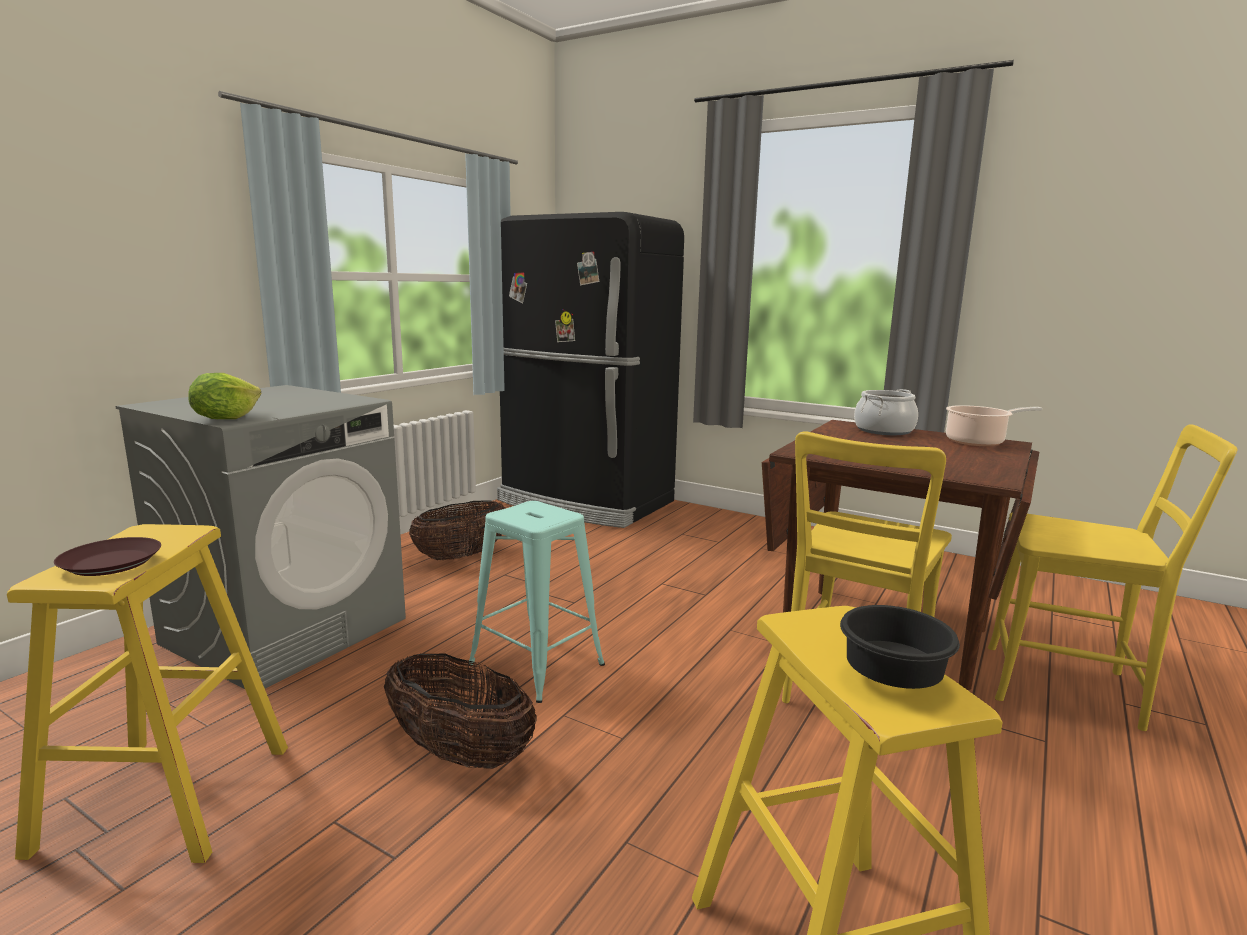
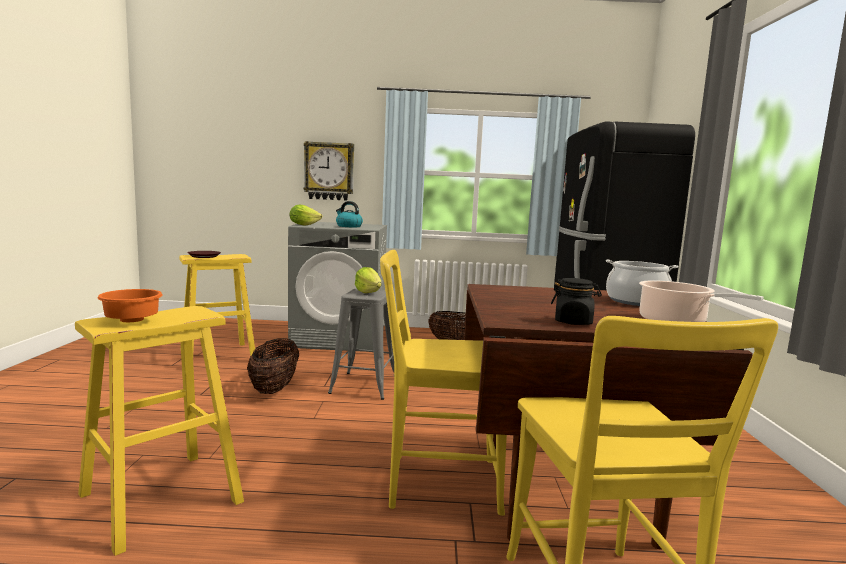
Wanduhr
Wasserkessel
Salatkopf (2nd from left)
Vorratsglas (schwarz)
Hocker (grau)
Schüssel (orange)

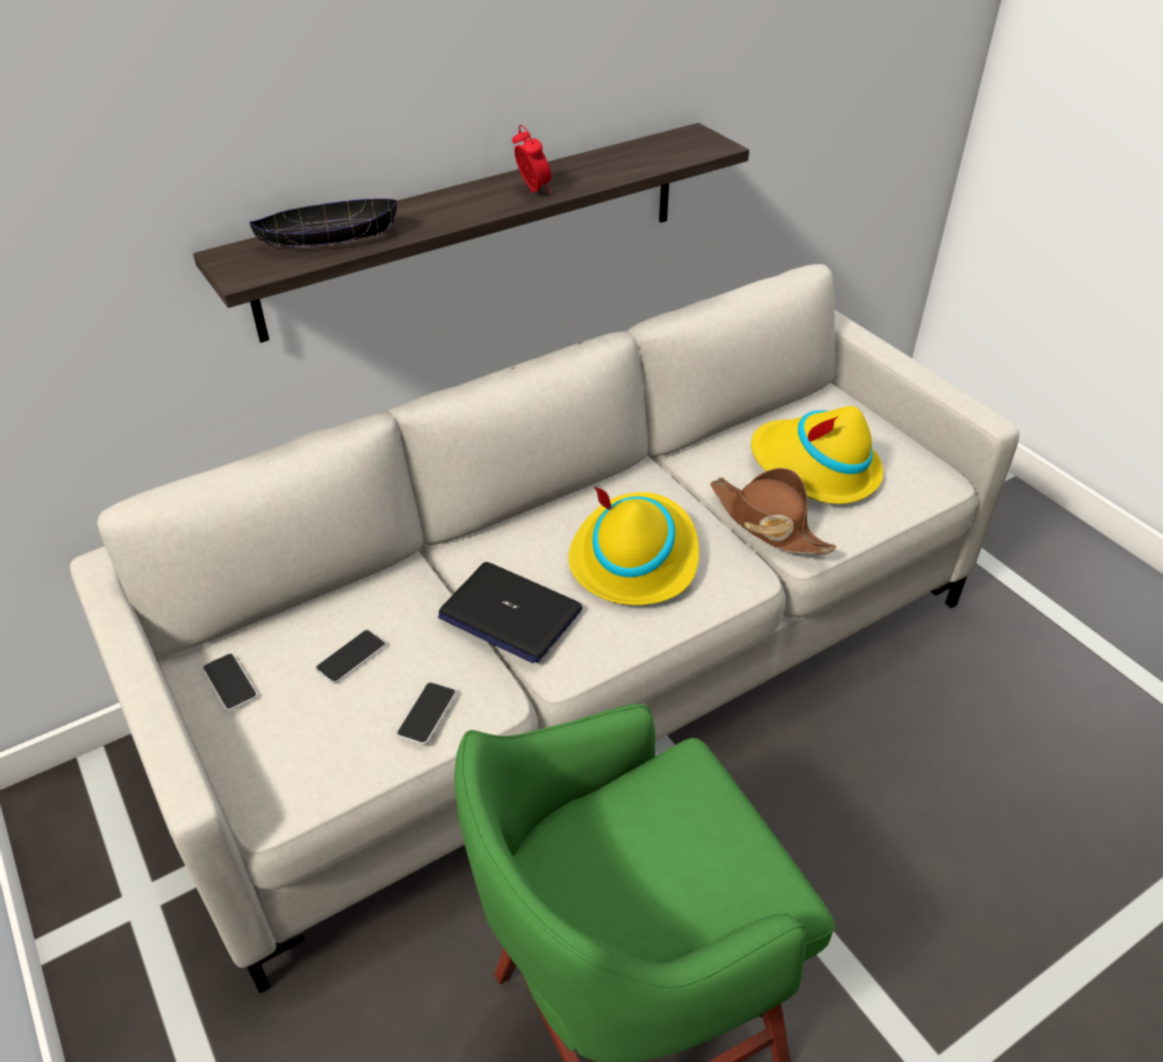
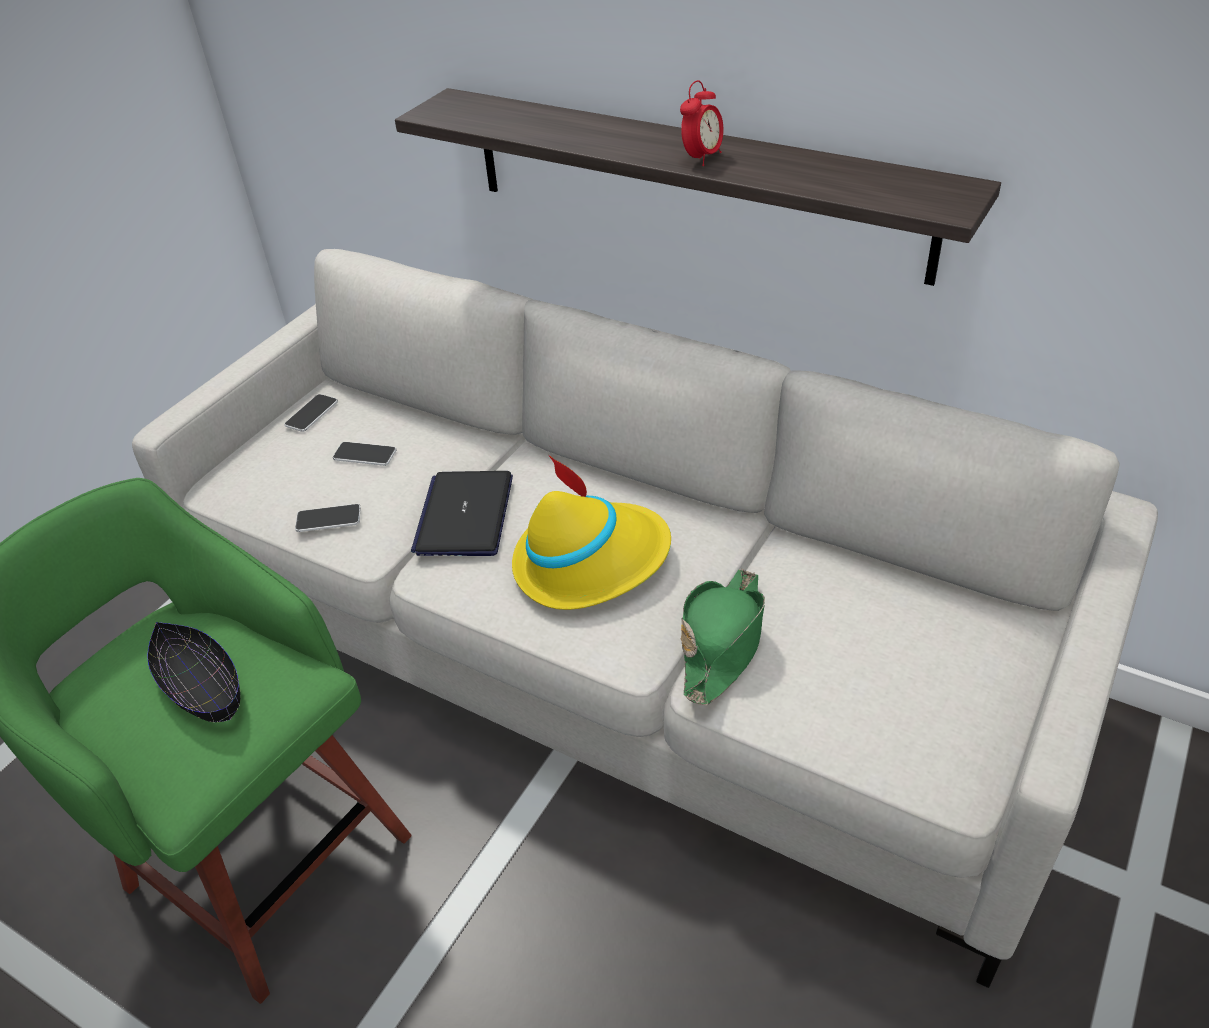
Hut (gelb) (2nd from left in the first image)
Schüssel (schwarz)
Hut (grün)

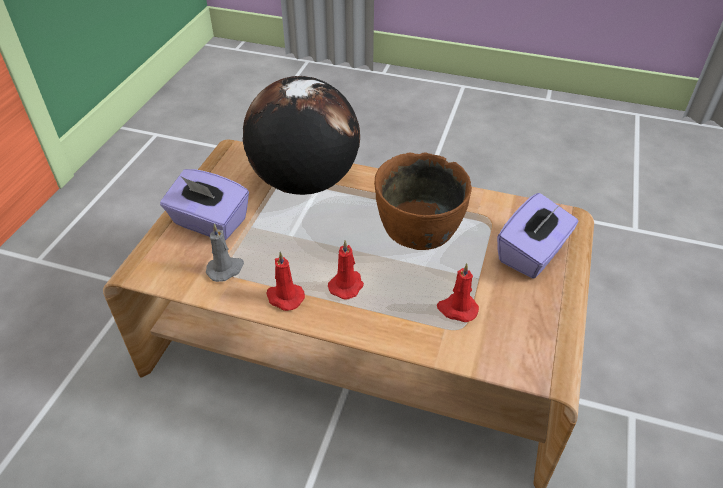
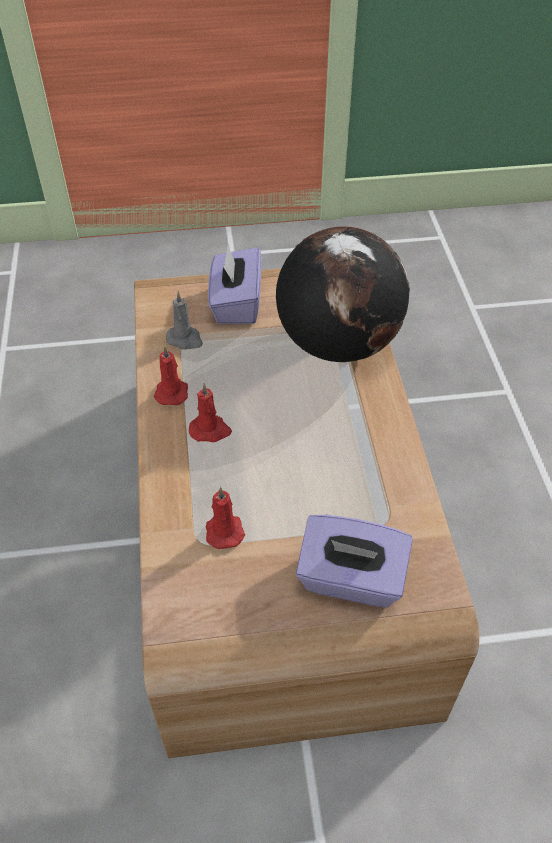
Schüssel (braun)

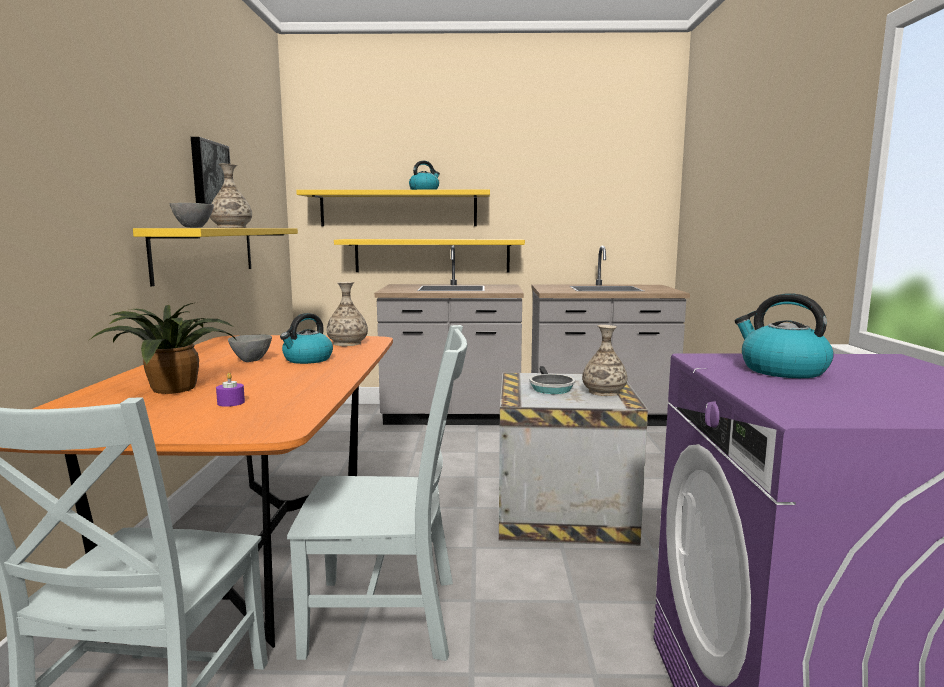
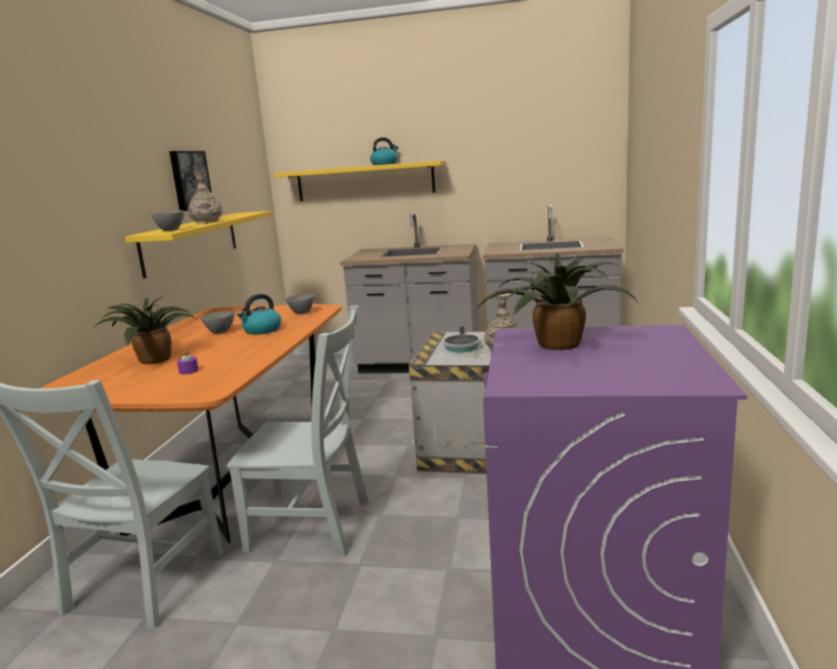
Wandregal (gelb) (3rd from left in the first image)
Schüssel (grau) (3rd from left)
Topfpflanze (2nd from left)

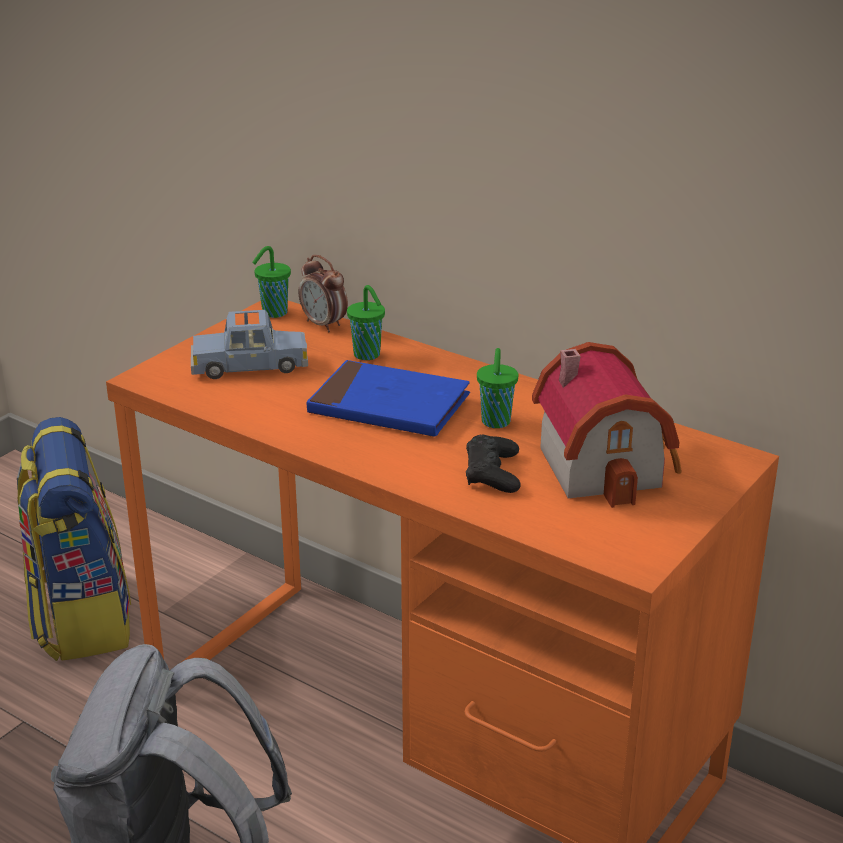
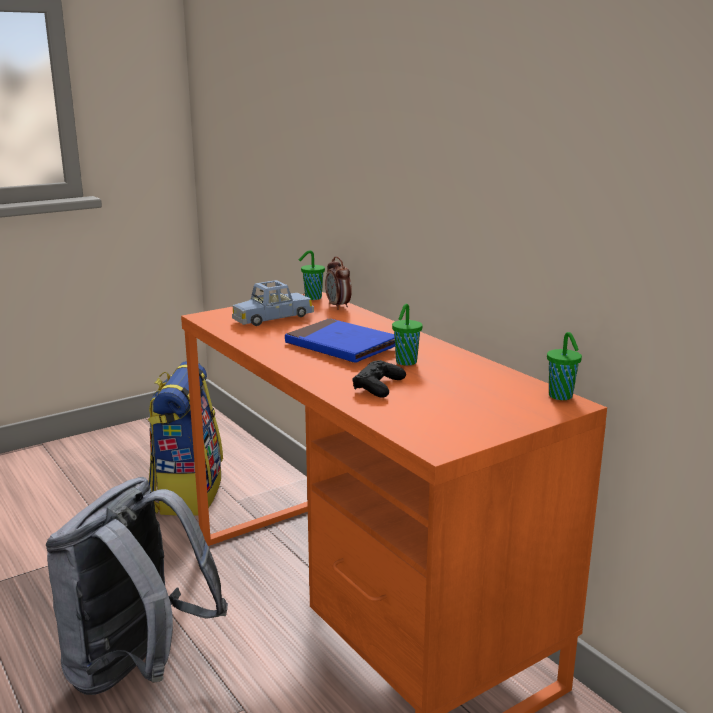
Spielzeughaus
Tasse (grün) (3rd from left)
Spielzeugauto (blau)

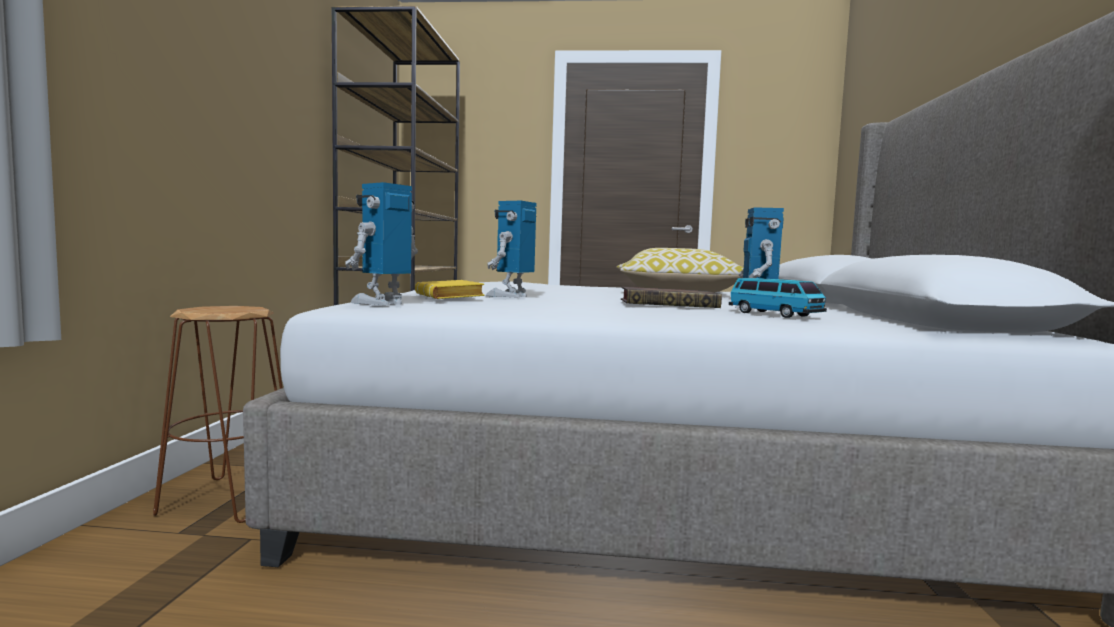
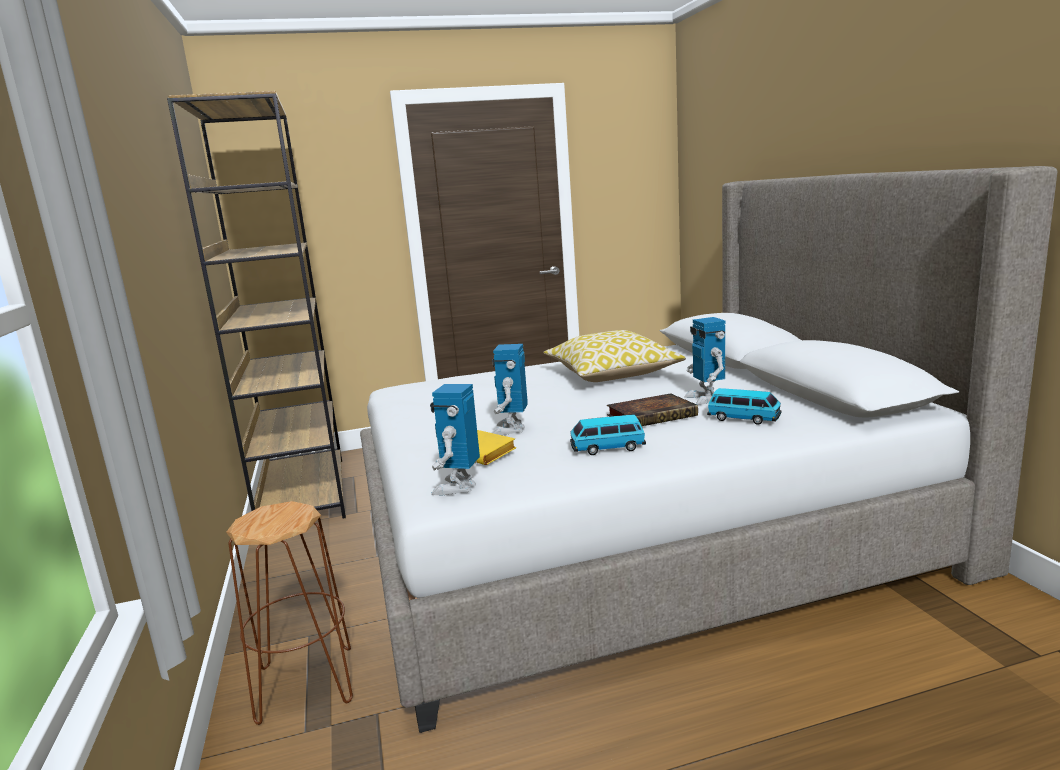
Spielzeugauto (1st from left)

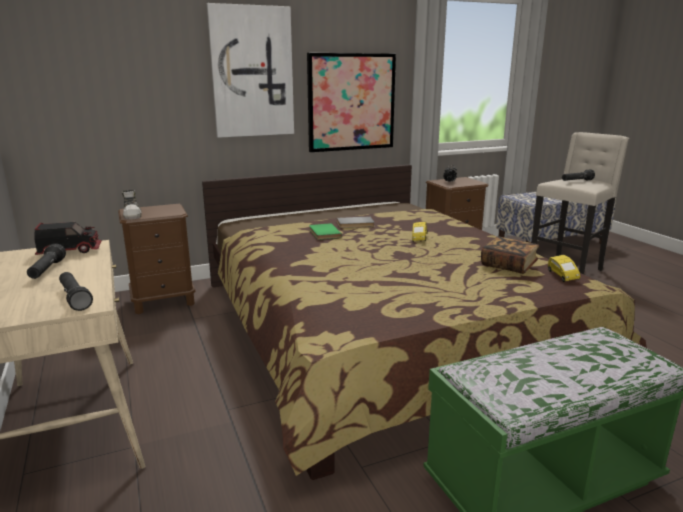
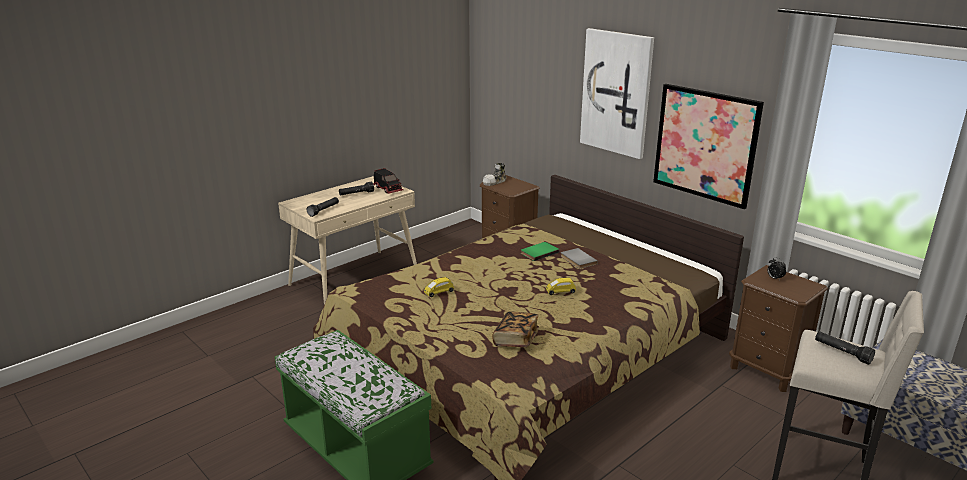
Spielzeugauto (gelb) (1st from left)

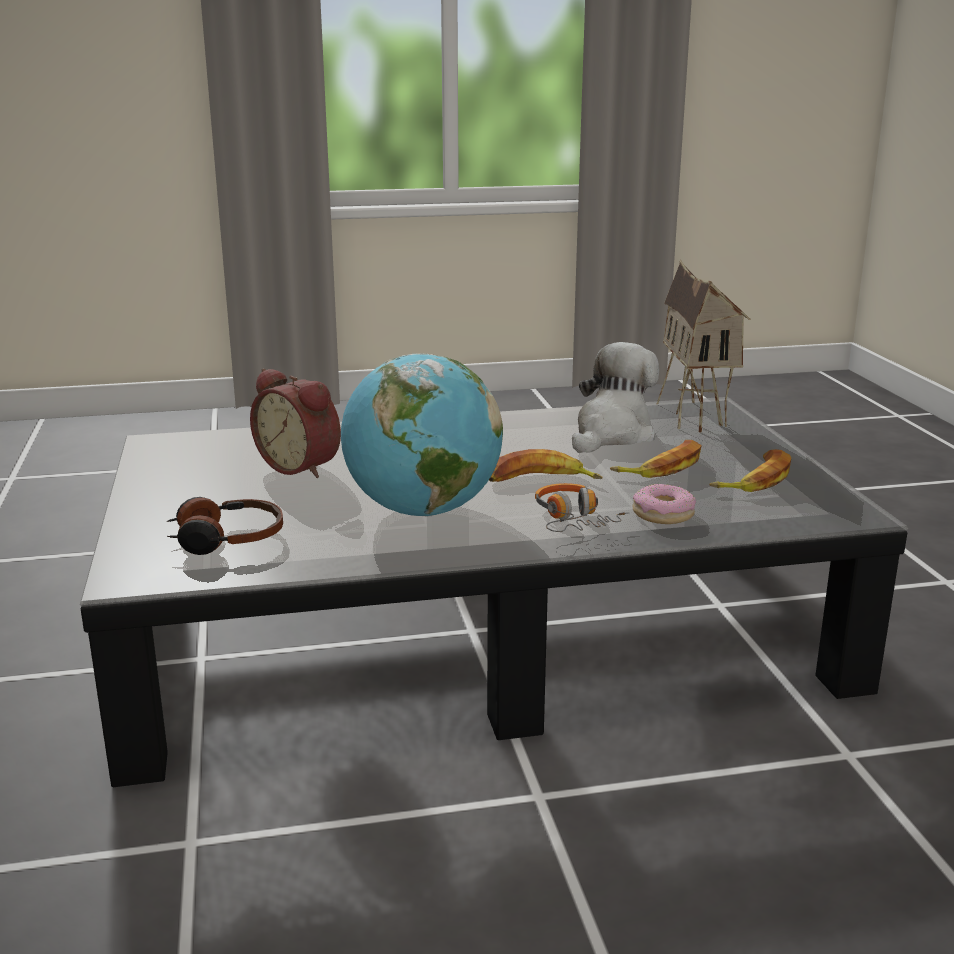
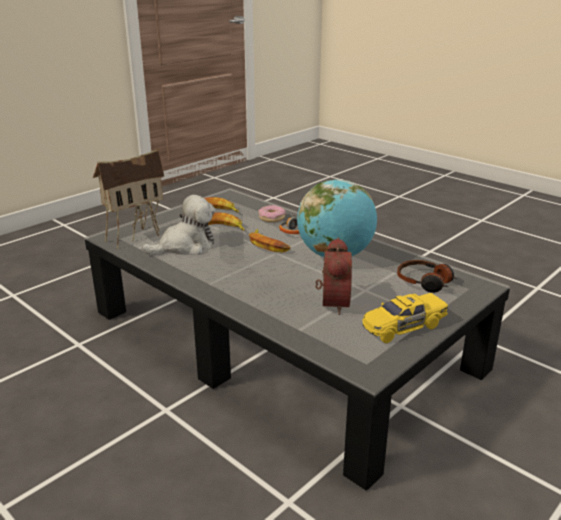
Spielzeugauto (gelb)
Plüschtier

